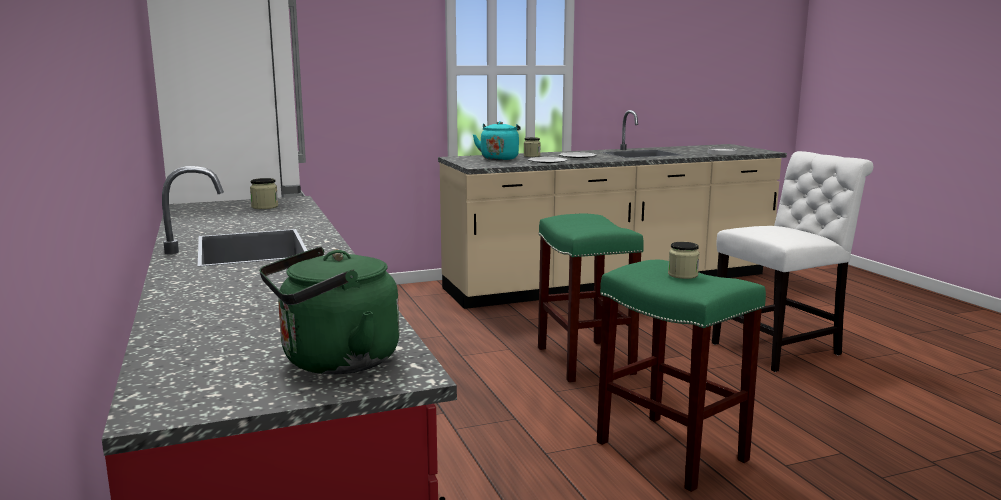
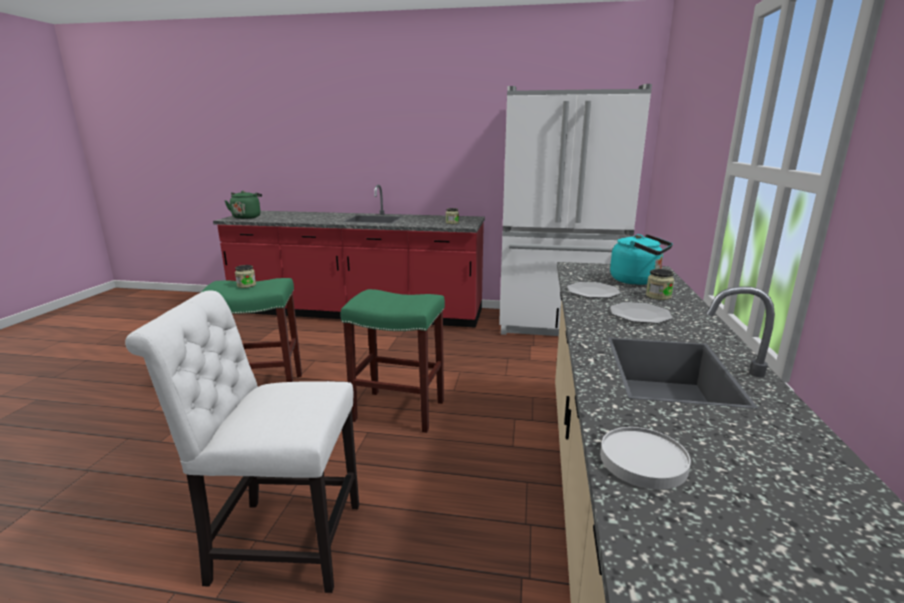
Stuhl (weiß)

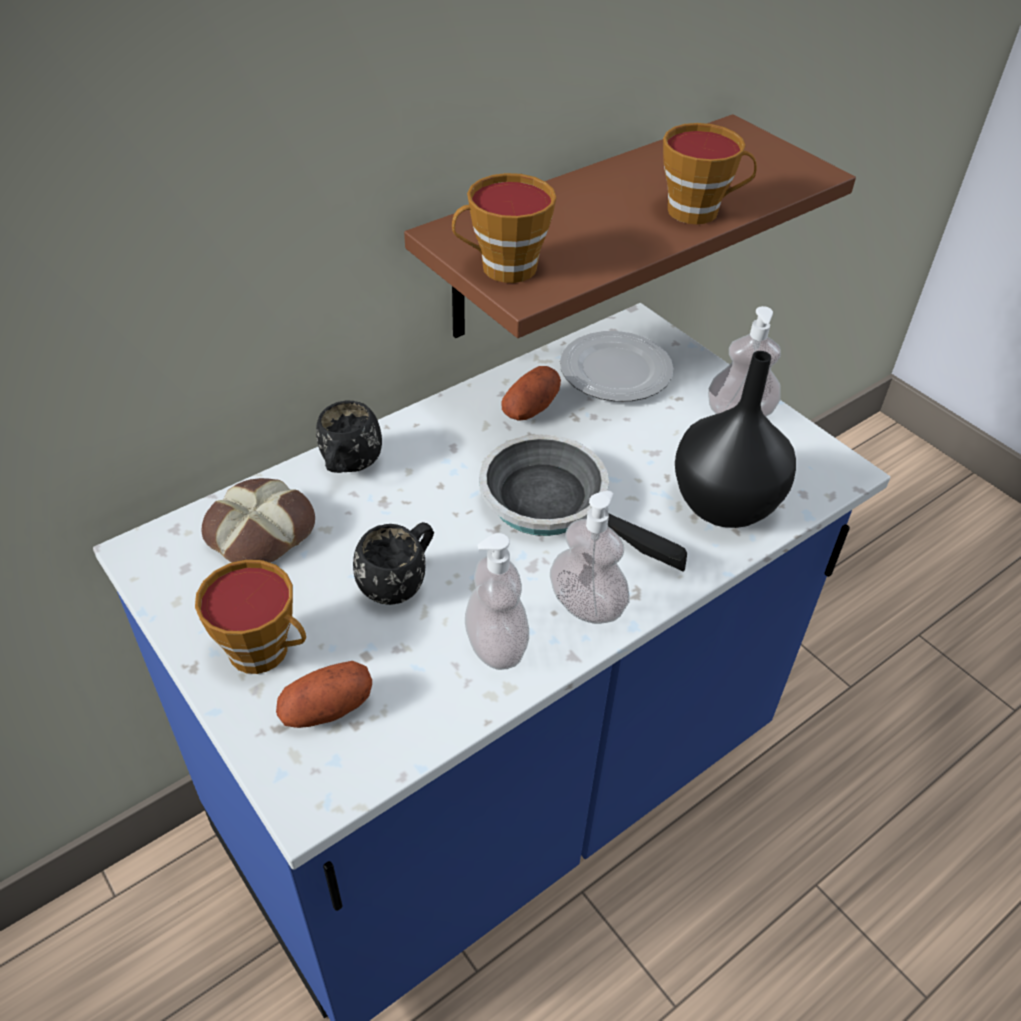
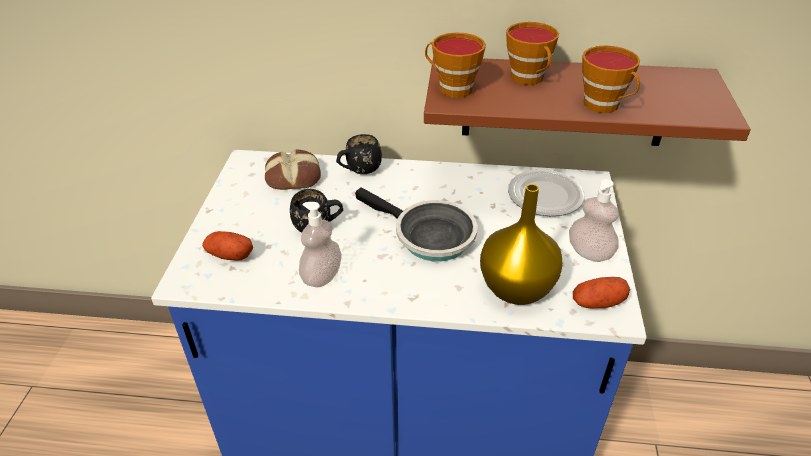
Seifenspender (2nd from left in the first image)
Tasse (2nd from left)
Kartoffel (2nd from left)
Vase (gelb)
Pfanne

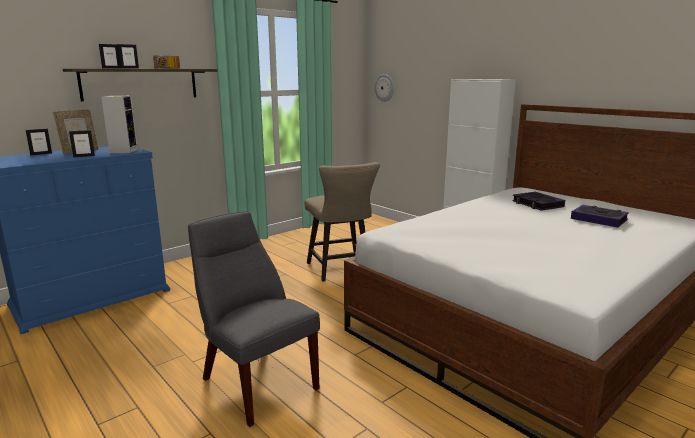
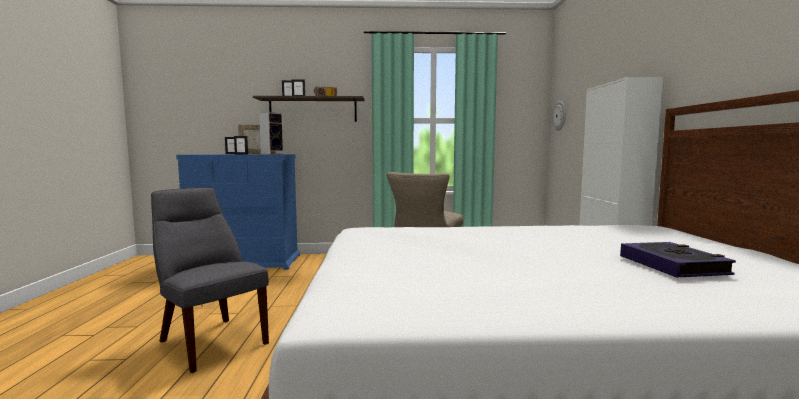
Buch (1st from left in the first image)
Stuhl (grau)

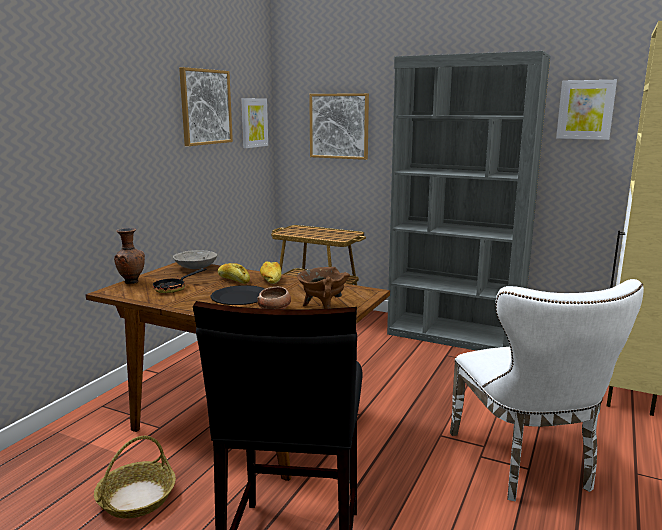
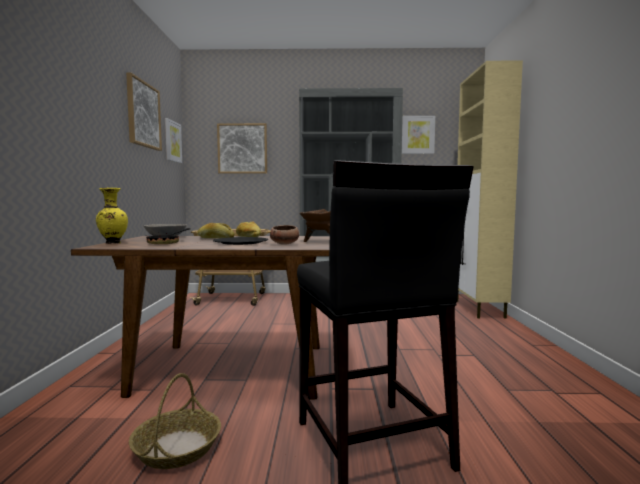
Stuhl (weiß)
Vase (gelb)

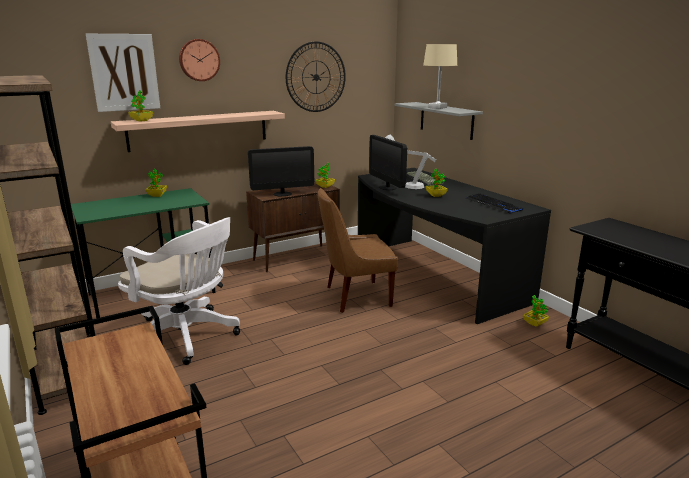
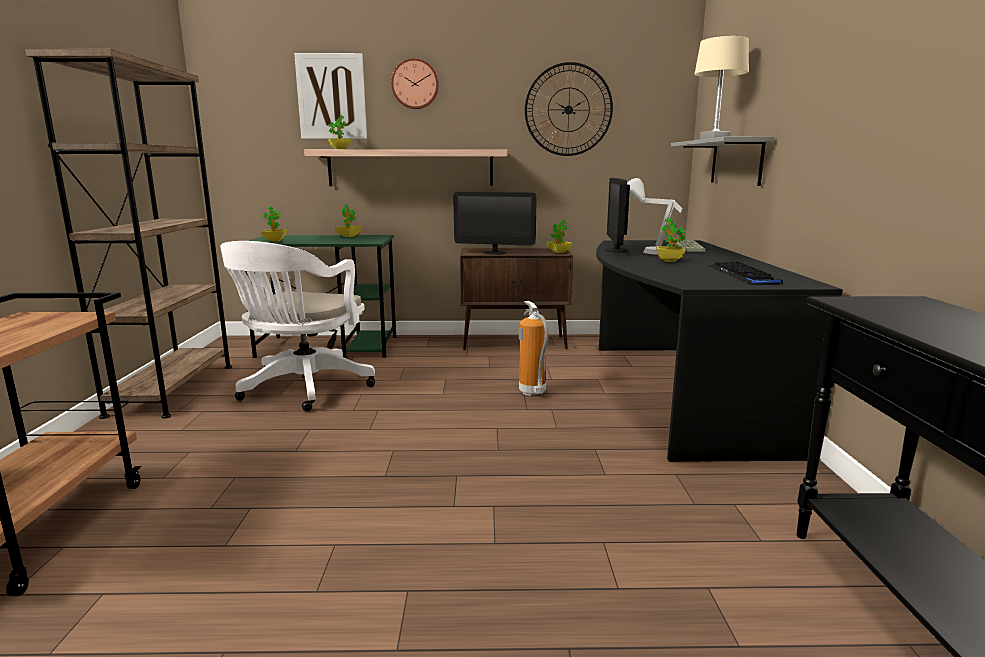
Topfpflanze (1st from left)
Feuerlöscher
Bürostuhl (weiß)

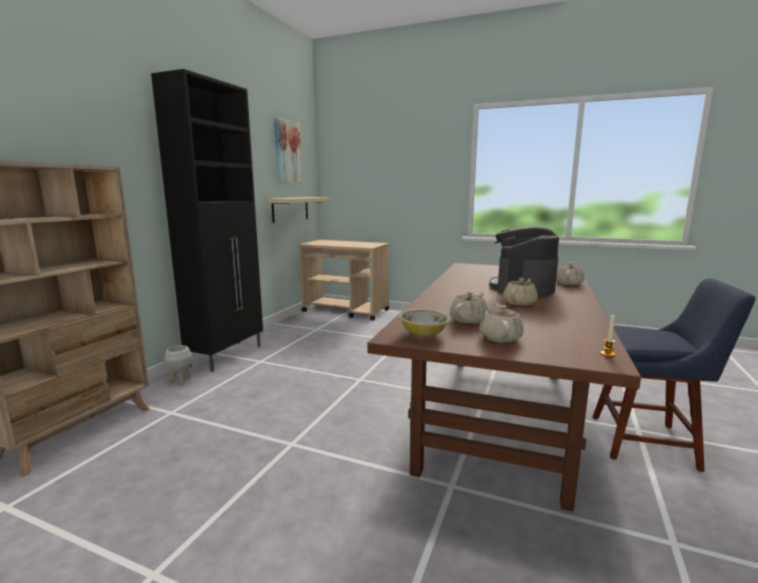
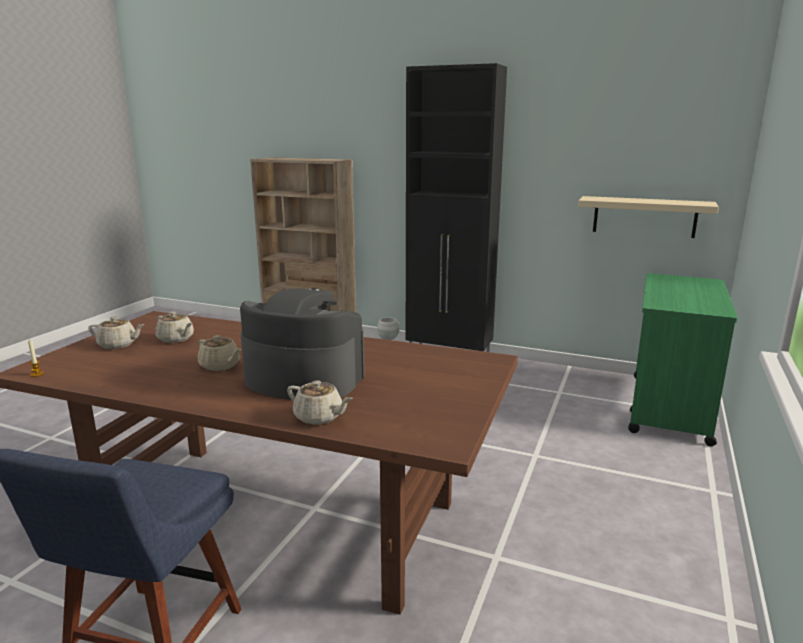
Bild
Schüssel
Rollwagen (grün)

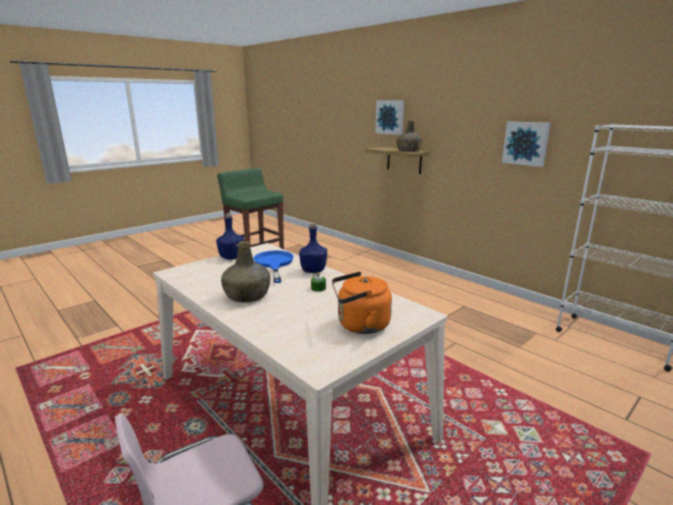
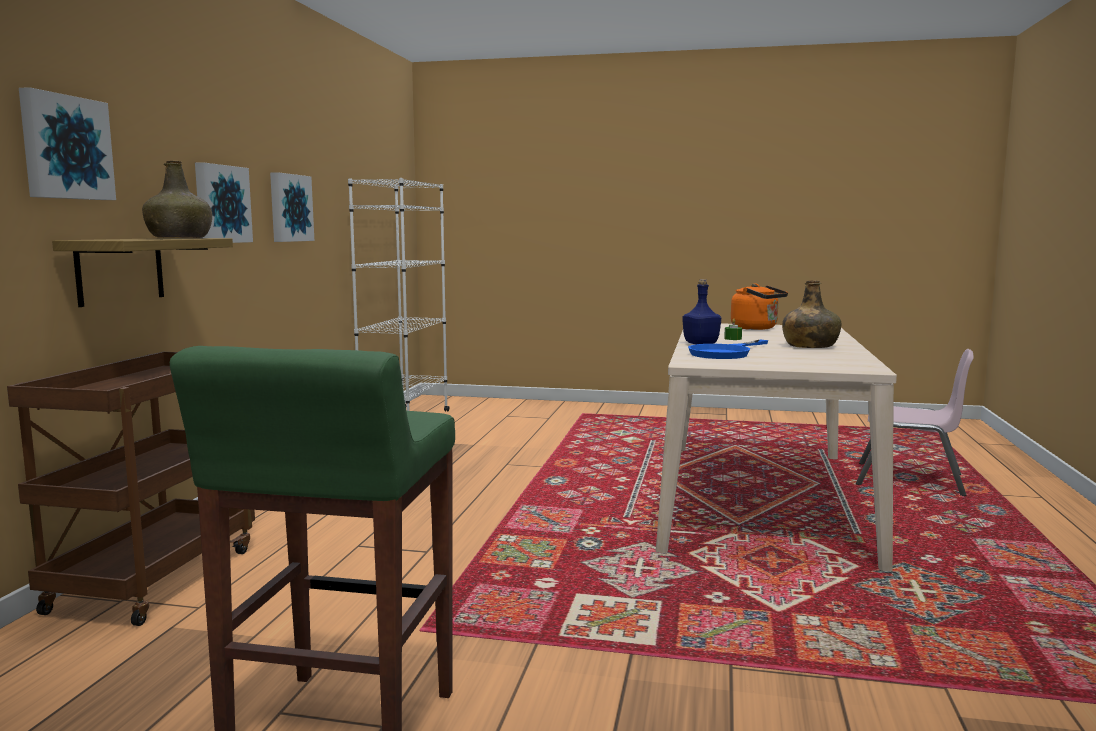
Flasche (blau) (1st from left in the first image)
Rollwagen (braun)
Bild (2nd from left)

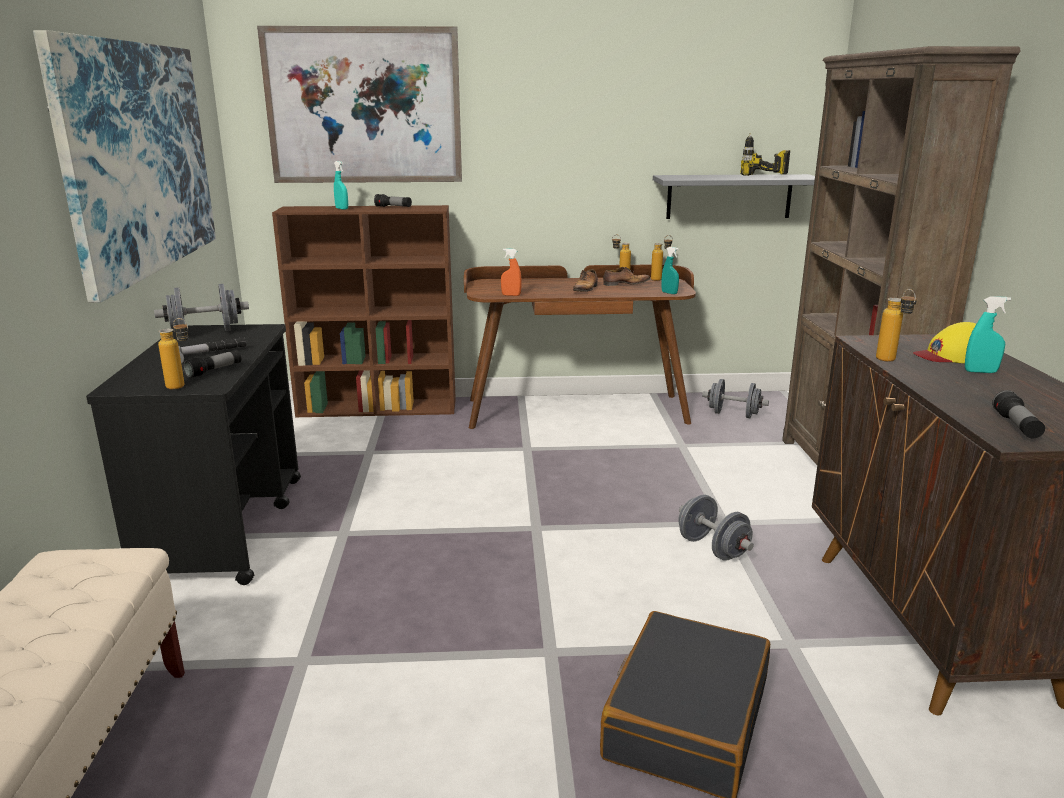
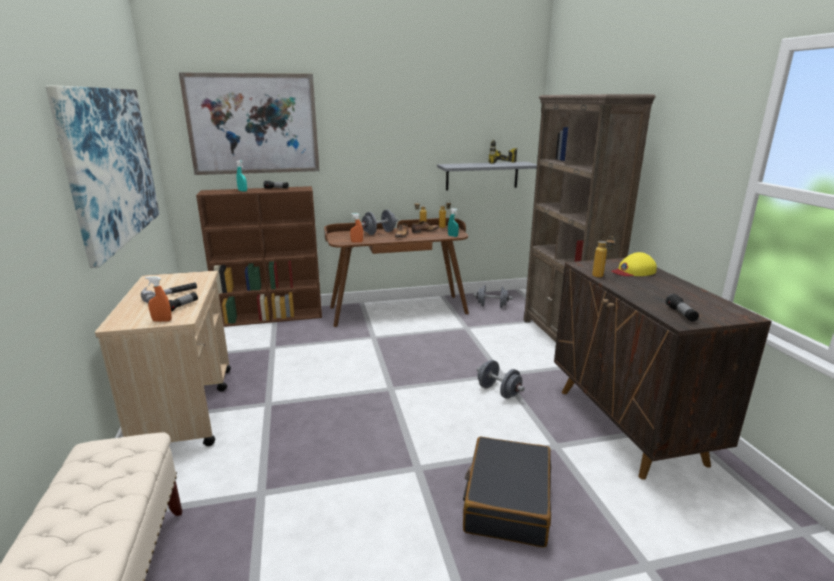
Sprühflasche (türkis) (3rd from left in the first image)
Hantel (grau) (1st from left)
Sprühflasche (orange) (1st from left)
Rollwagen (beige)

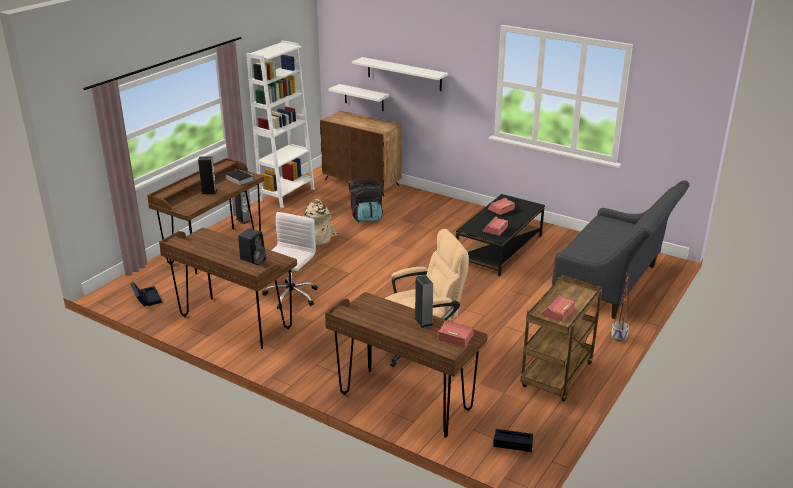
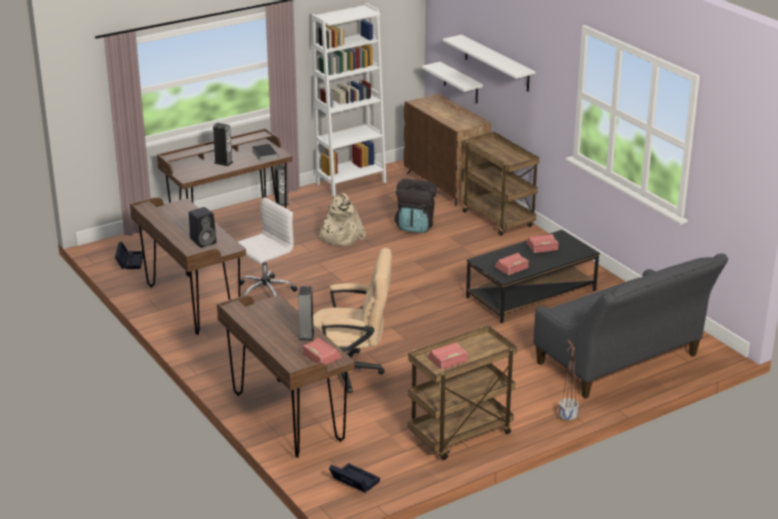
Rollwagen (braun) (2nd from left)

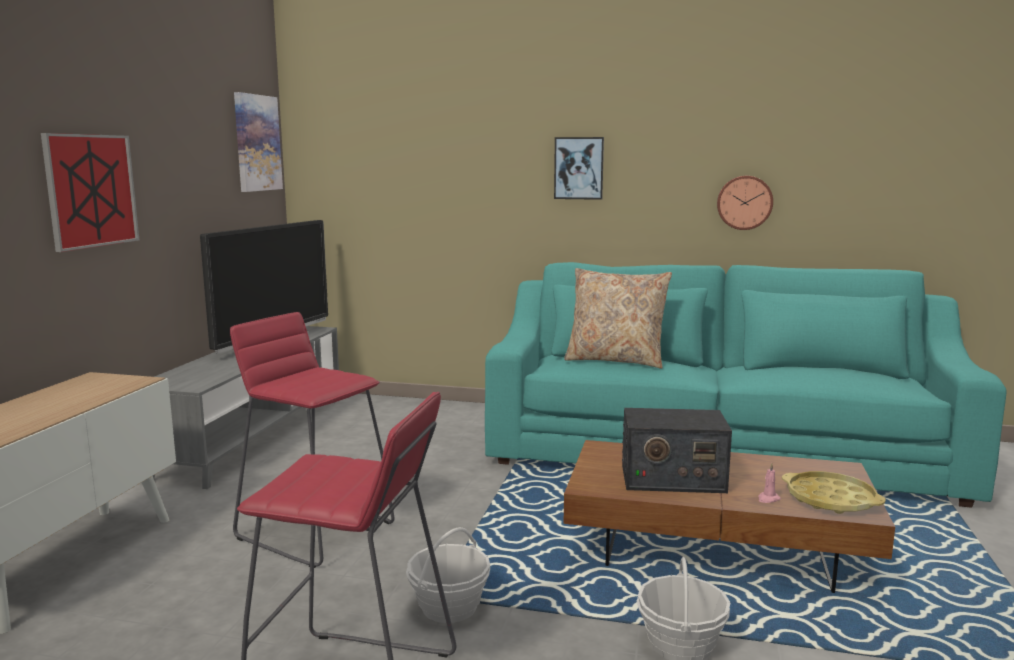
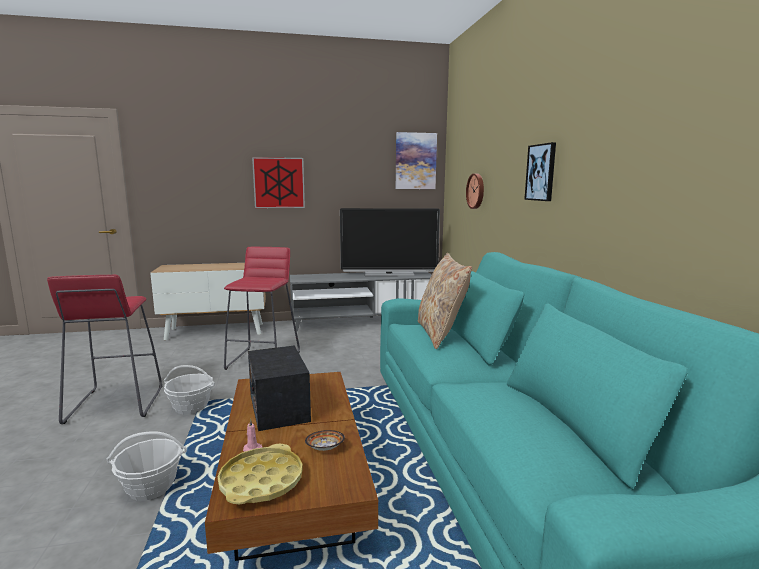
Schüssel
Wanduhr

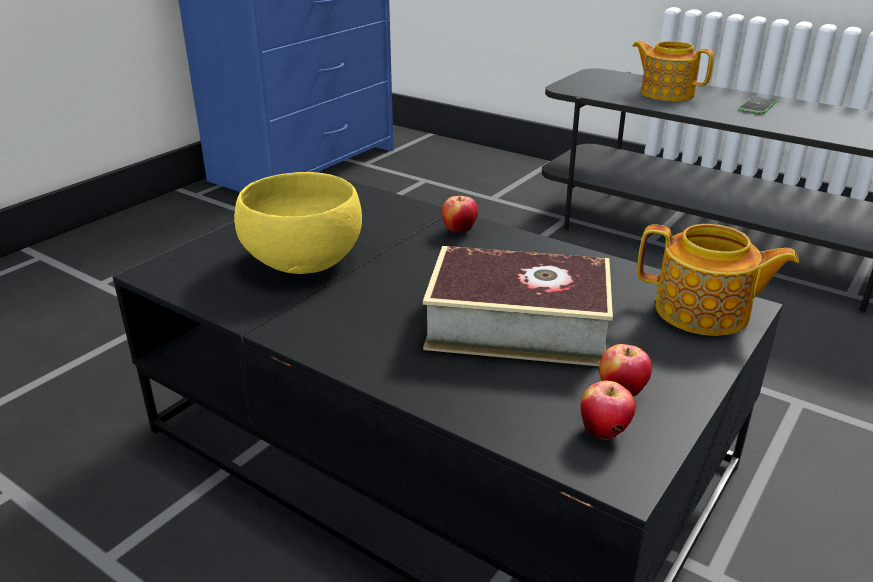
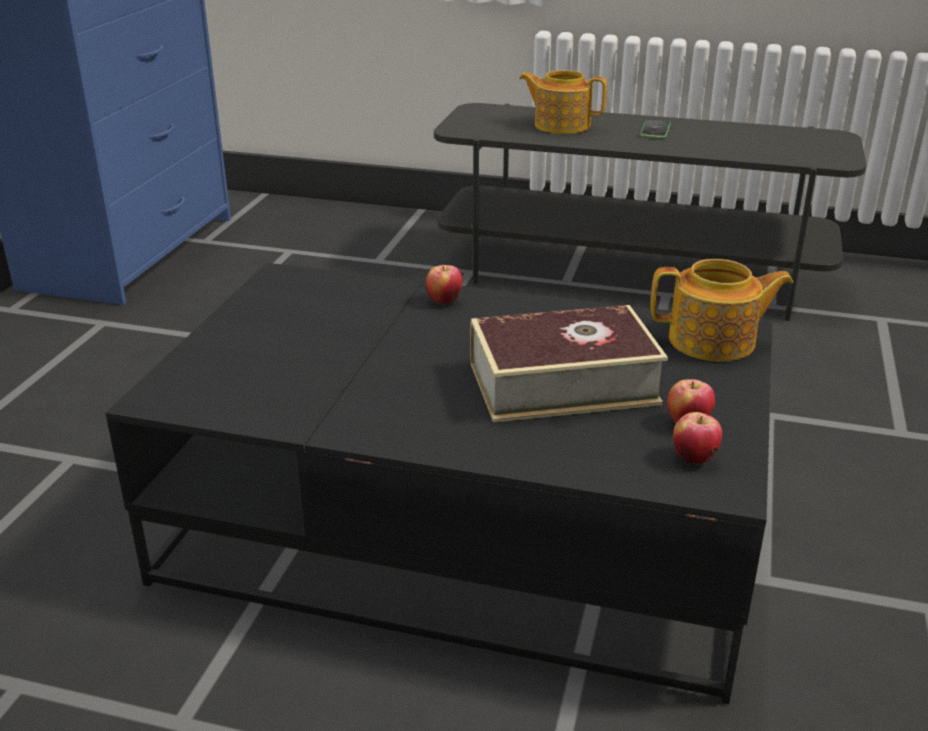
Schüssel (gelb)

